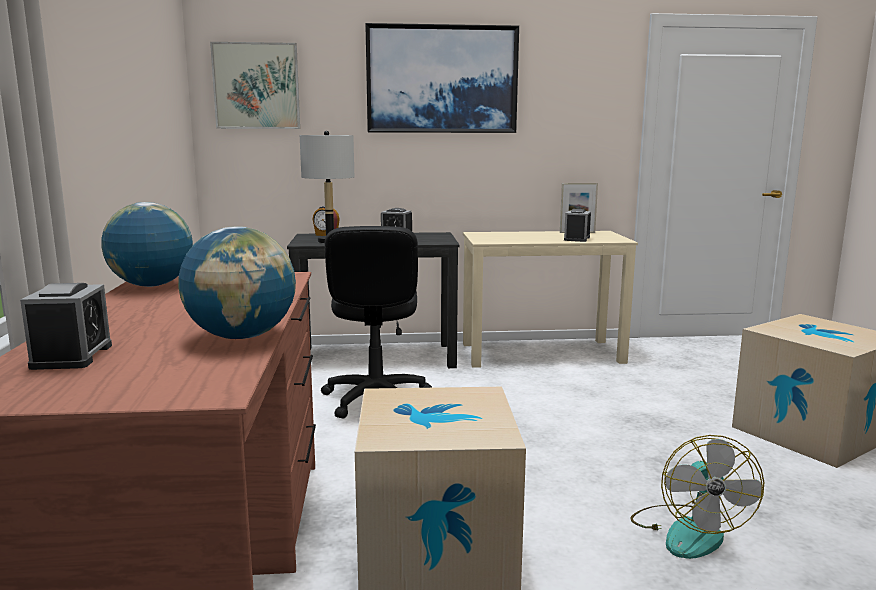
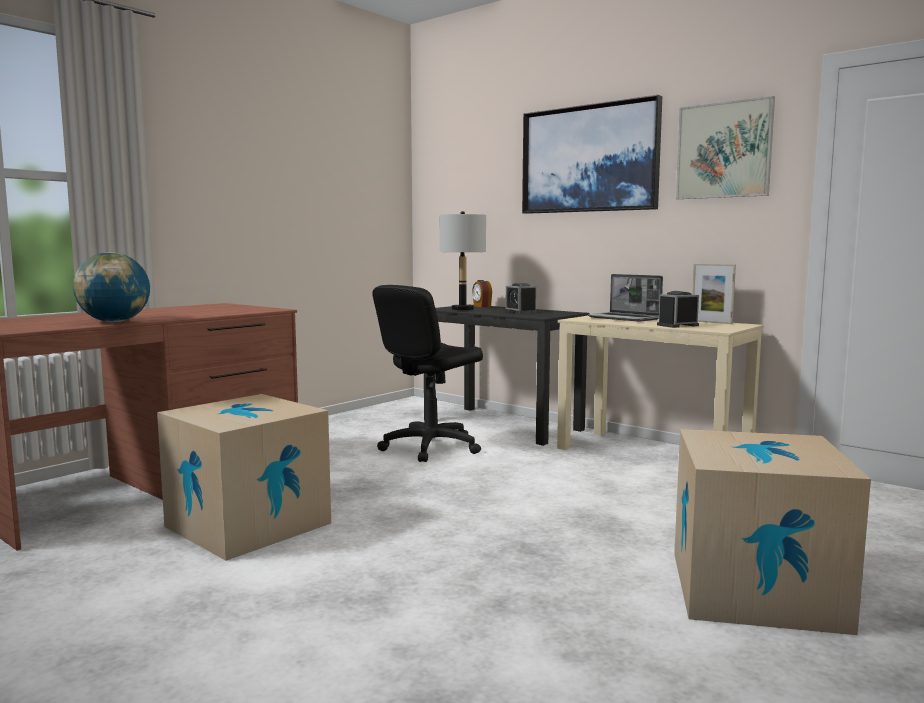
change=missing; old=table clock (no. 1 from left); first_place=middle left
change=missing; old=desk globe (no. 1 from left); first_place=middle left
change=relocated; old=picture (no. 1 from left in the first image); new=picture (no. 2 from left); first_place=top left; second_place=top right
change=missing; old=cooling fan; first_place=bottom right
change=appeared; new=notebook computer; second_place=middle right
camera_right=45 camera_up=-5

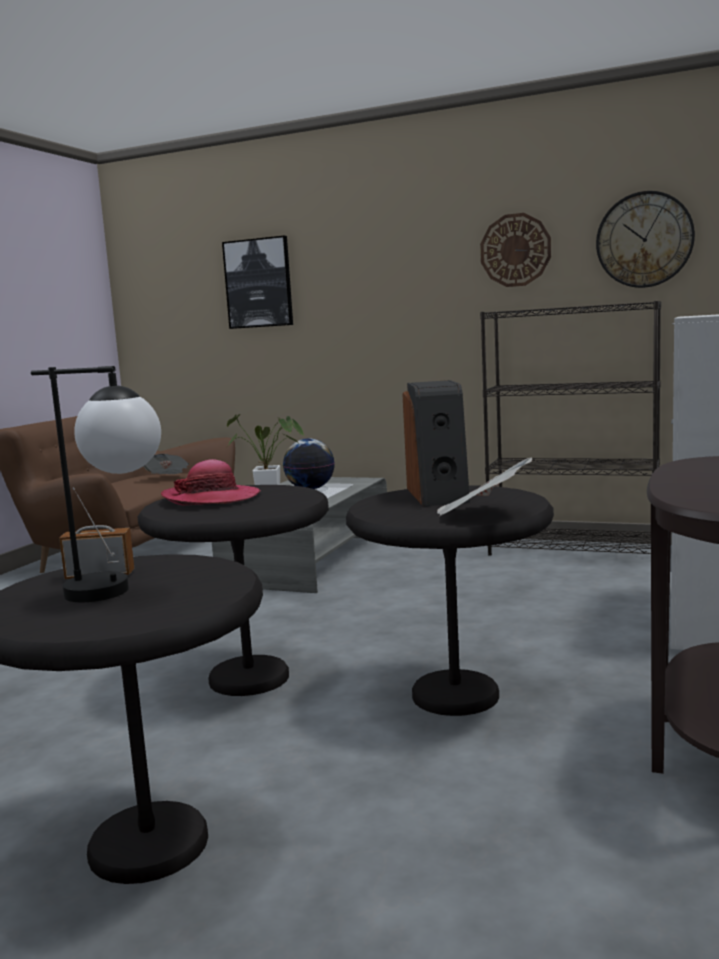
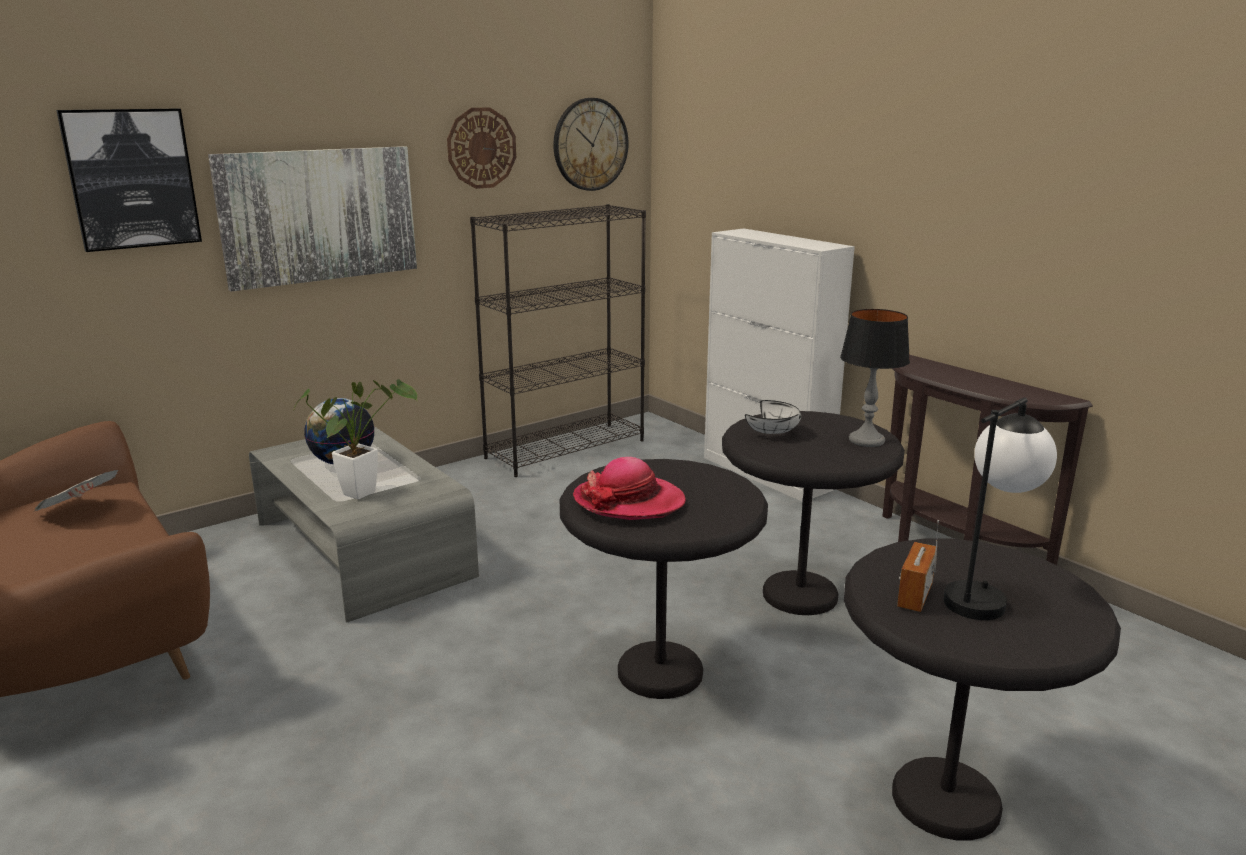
change=exchanged; old=loudspeaker; new=white-coloured serving bowl; first_place=centre; second_place=centre
change=exchanged; old=newspaper (no. 2 from left); new=lamp for a table (no. 1 from left); first_place=middle right; second_place=middle right
change=appeared; new=picture (no. 2 from left); second_place=top left
camera_right=-60 camera_up=10

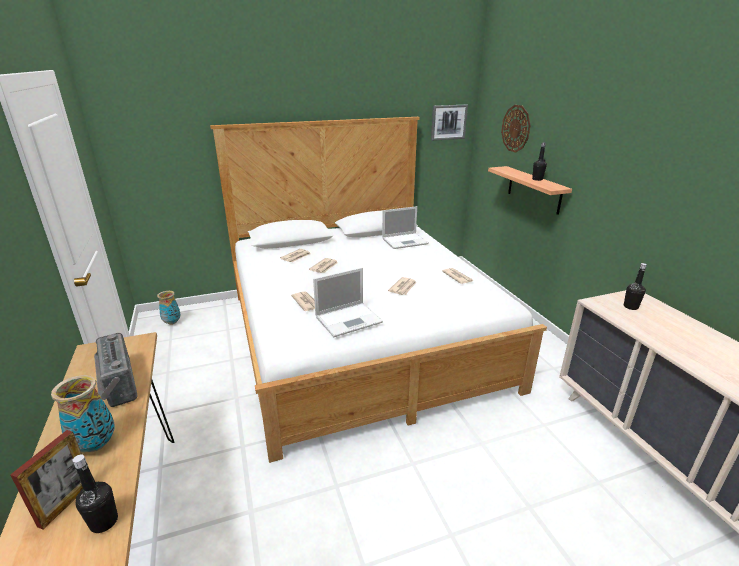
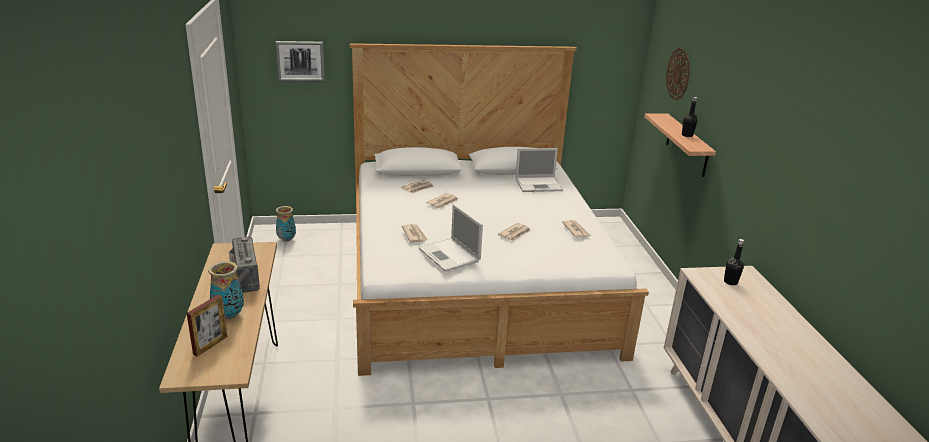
change=missing; old=blackish bottle (no. 1 from left); first_place=bottom left
change=spun; old=notebook computer (no. 1 from left); first_place=centre; second_place=centre; degrees=75
change=relocated; old=picture; first_place=top centre; second_place=top left
camera_right=10 camera_up=0

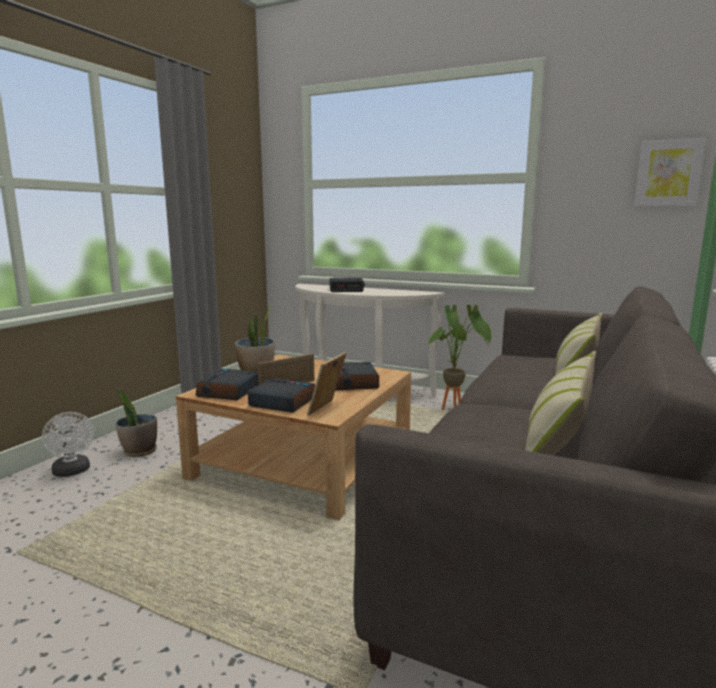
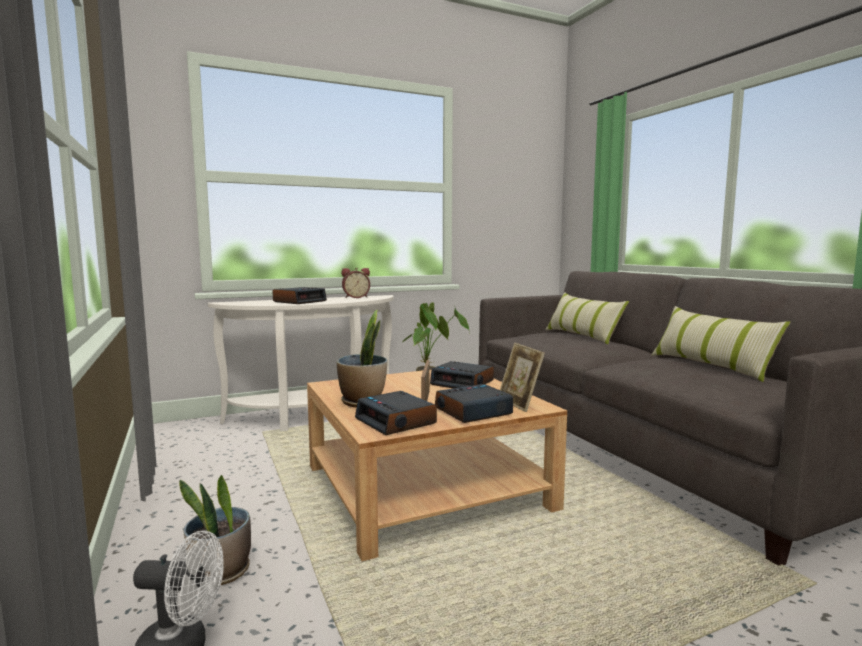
change=missing; old=picture; first_place=top right
change=appeared; new=table clock (no. 2 from left); second_place=centre
camera_right=-50 camera_up=-5

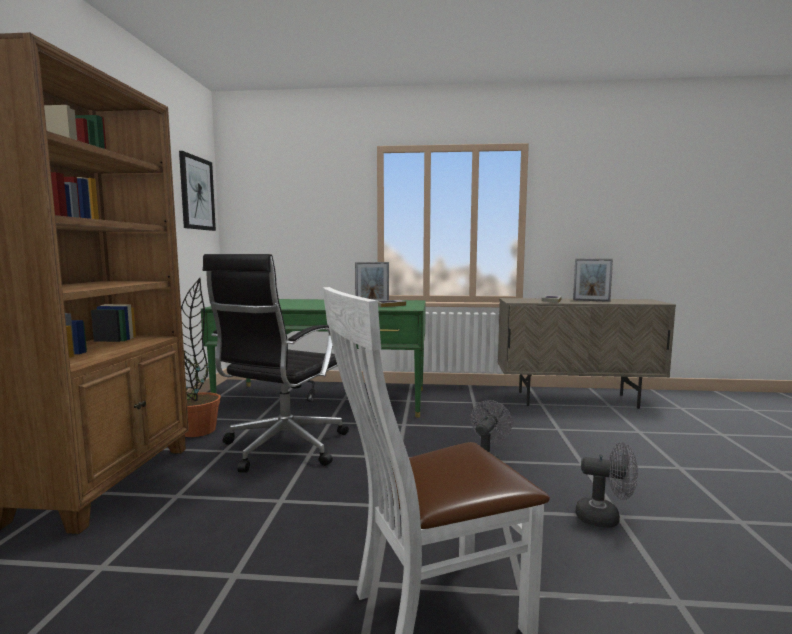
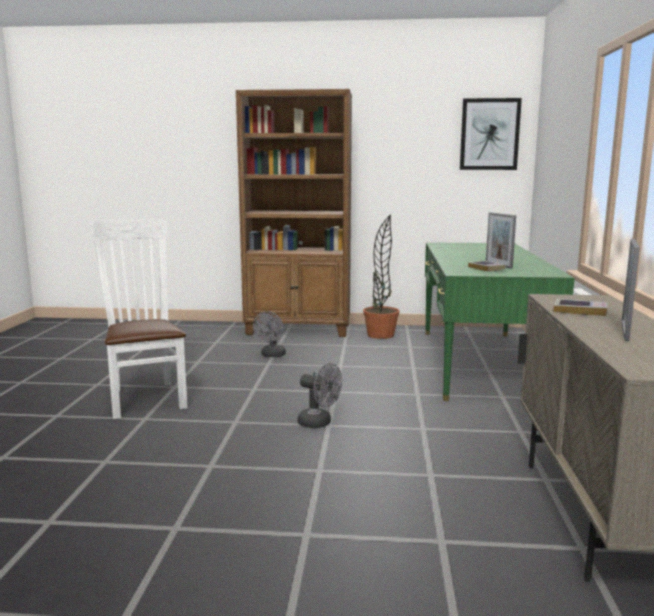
change=missing; old=blackish office chair; first_place=centre
change=relocated; old=gray cooling fan (no. 2 from left in the first image); new=gray cooling fan (no. 1 from left); first_place=bottom right; second_place=centre
camera_right=90 camera_up=5

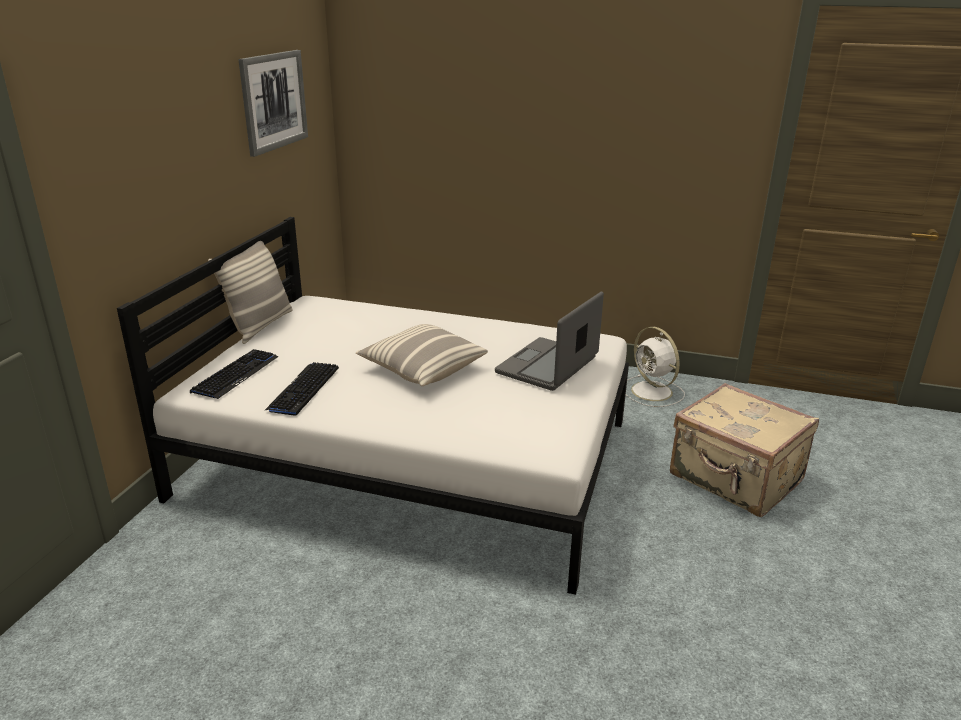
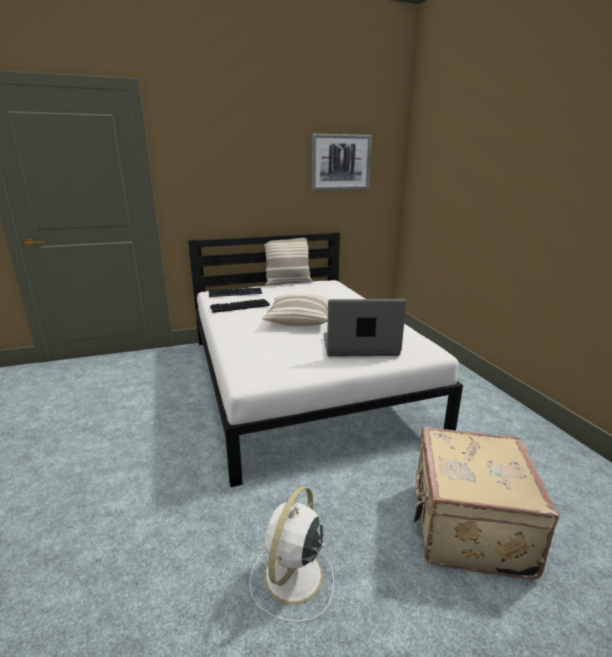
change=relocated; old=white-coloured cooling fan; first_place=middle right; second_place=bottom centre
camera_right=55 camera_up=-5

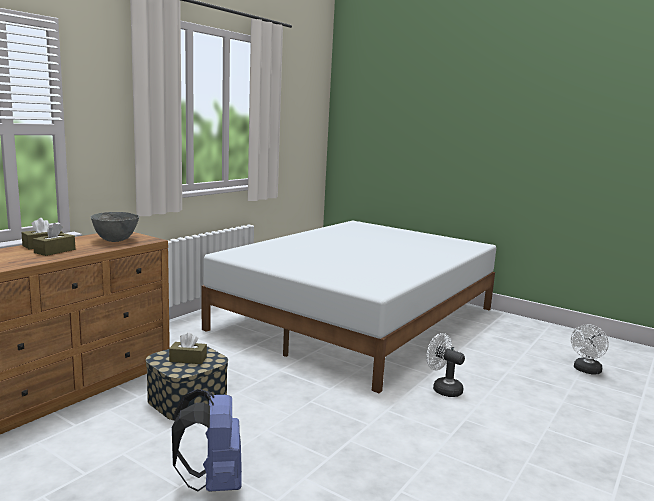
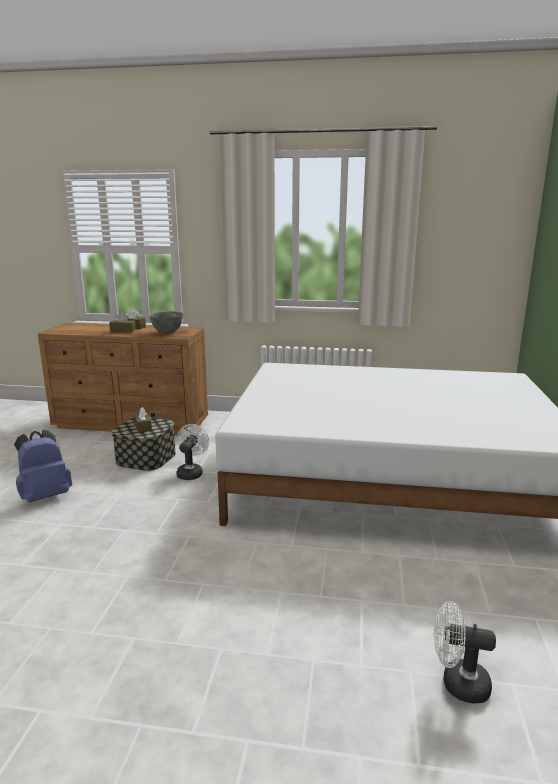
change=relocated; old=white-coloured cooling fan (no. 1 from left); first_place=bottom right; second_place=centre
camera_right=65 camera_up=5

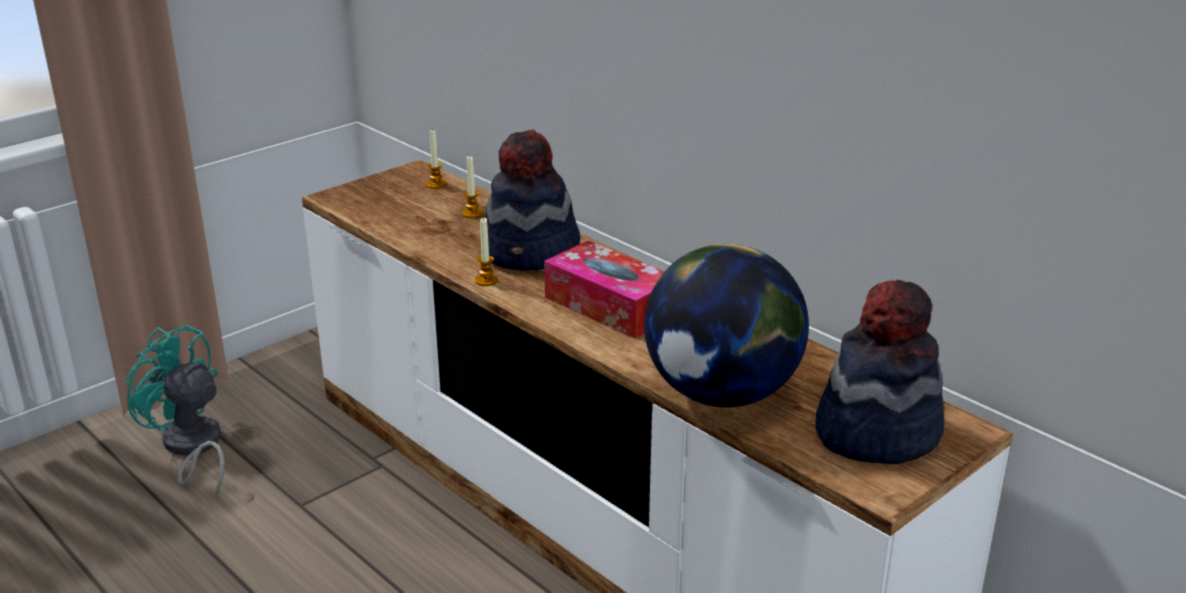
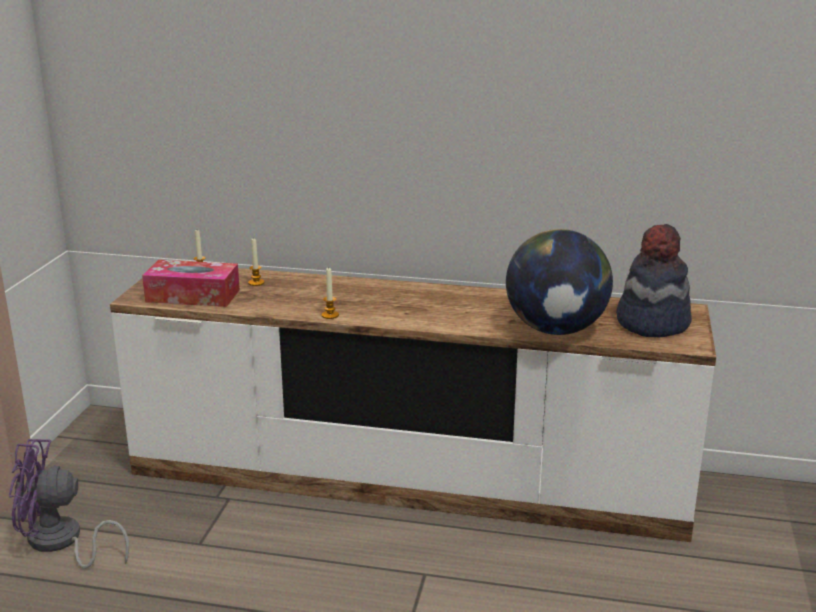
change=colour; old=turquoise-coloured cooling fan; new=purple-coloured cooling fan; first_place=bottom left; second_place=bottom left
change=missing; old=wearable hat (no. 1 from left); first_place=centre
change=relocated; old=tissue box; first_place=centre; second_place=middle left
camera_right=-35 camera_up=-5

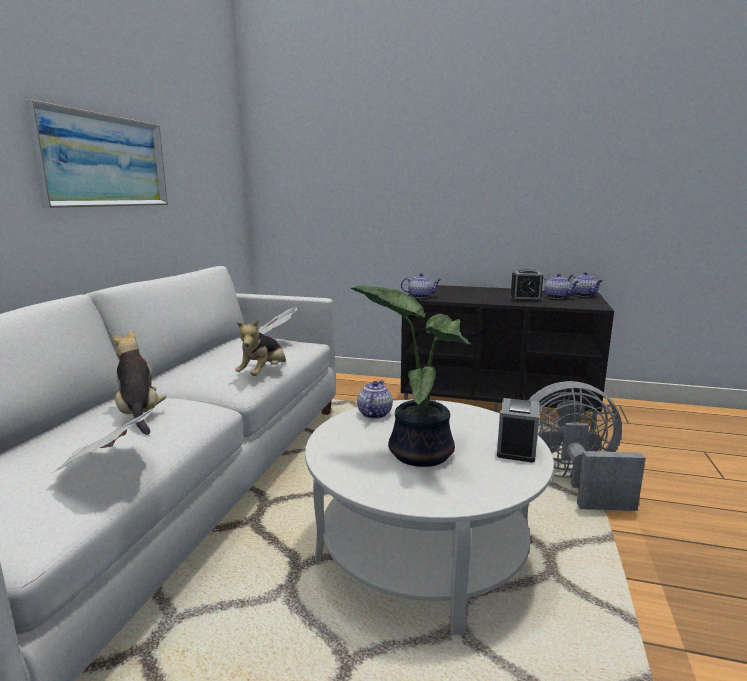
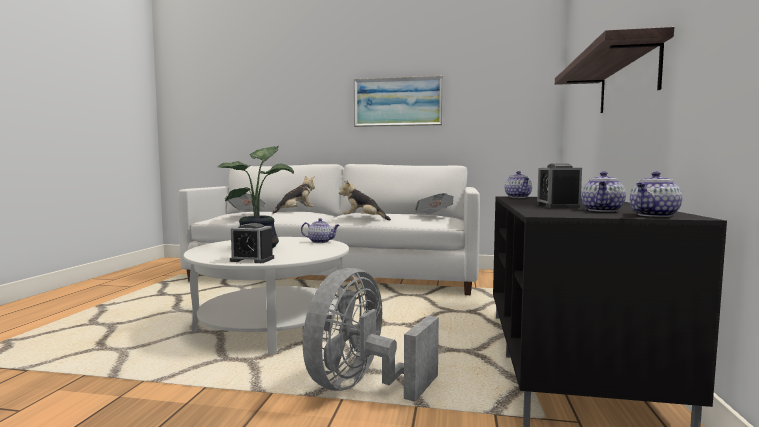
change=spun; old=gray cooling fan; first_place=middle right; second_place=bottom centre; degrees=-150
change=appeared; new=shelf; second_place=top right
camera_right=85 camera_up=-10

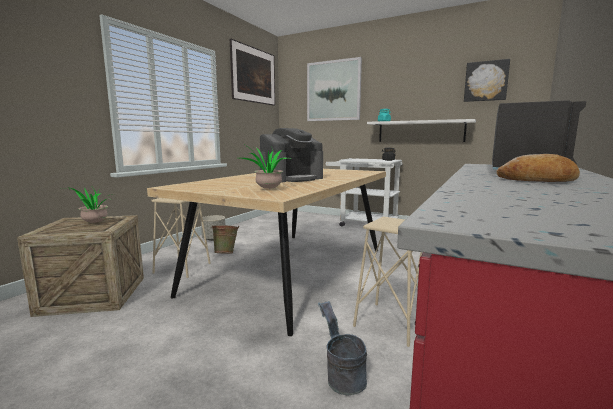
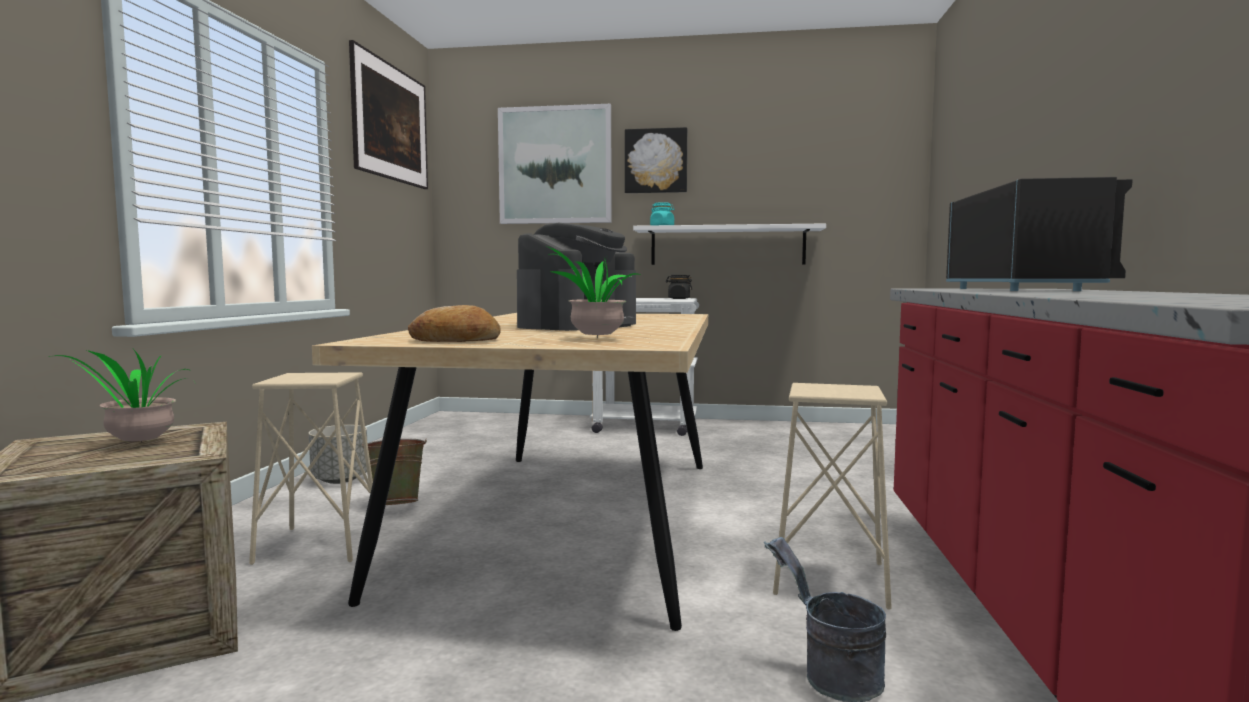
change=relocated; old=picture (no. 3 from left); first_place=top right; second_place=top centre
change=relocated; old=baked bread; first_place=middle right; second_place=centre
camera_right=-20 camera_up=-5

